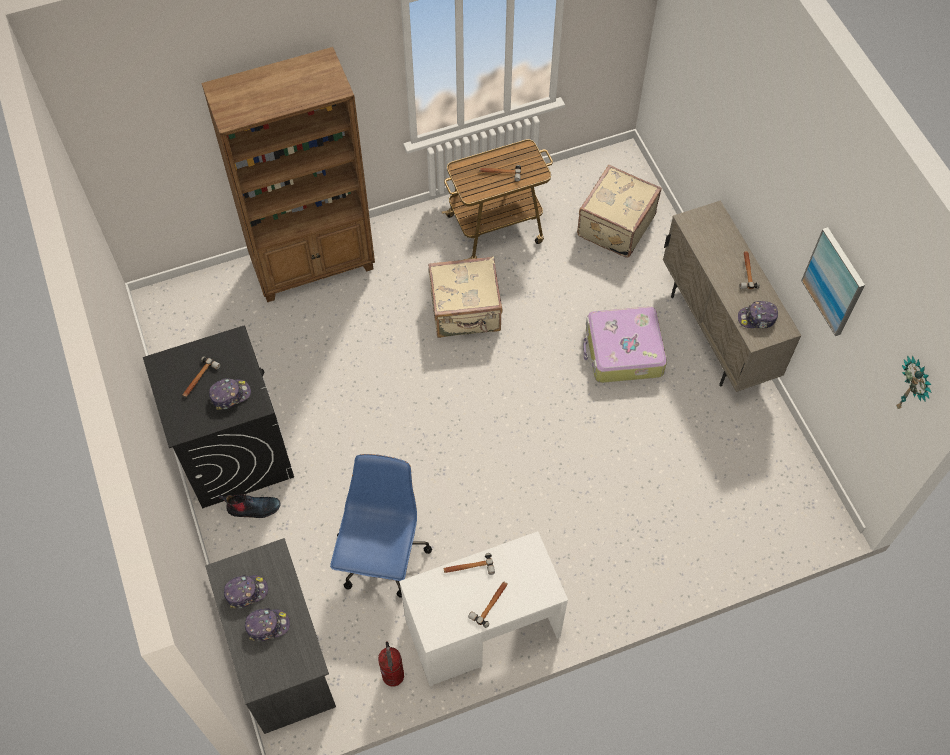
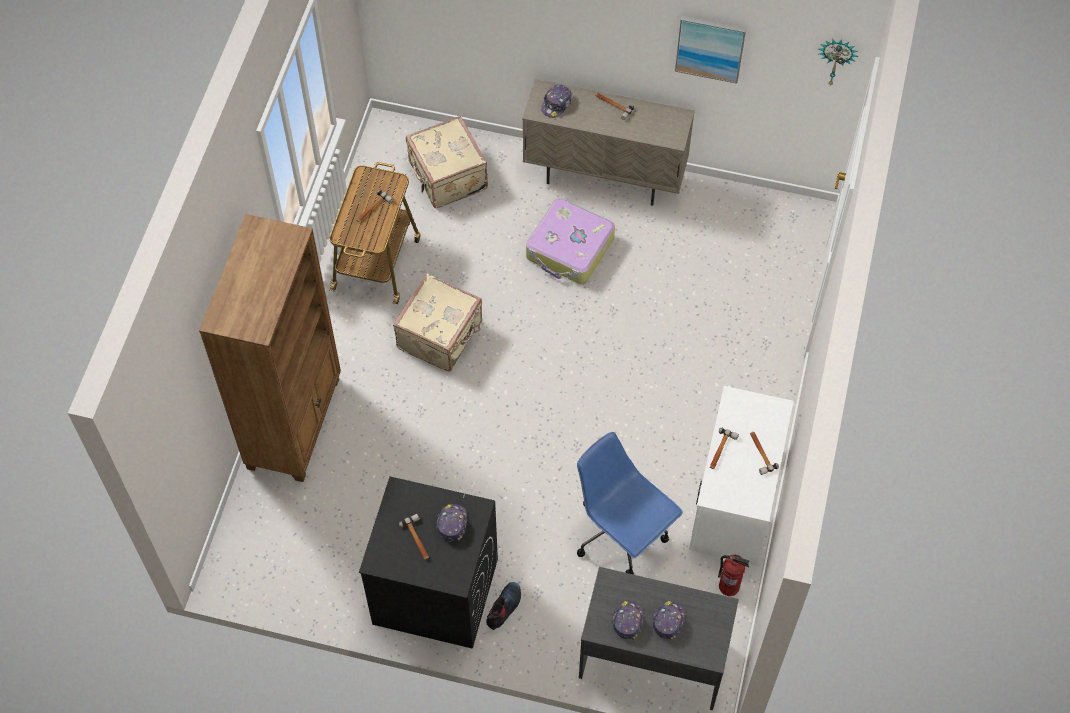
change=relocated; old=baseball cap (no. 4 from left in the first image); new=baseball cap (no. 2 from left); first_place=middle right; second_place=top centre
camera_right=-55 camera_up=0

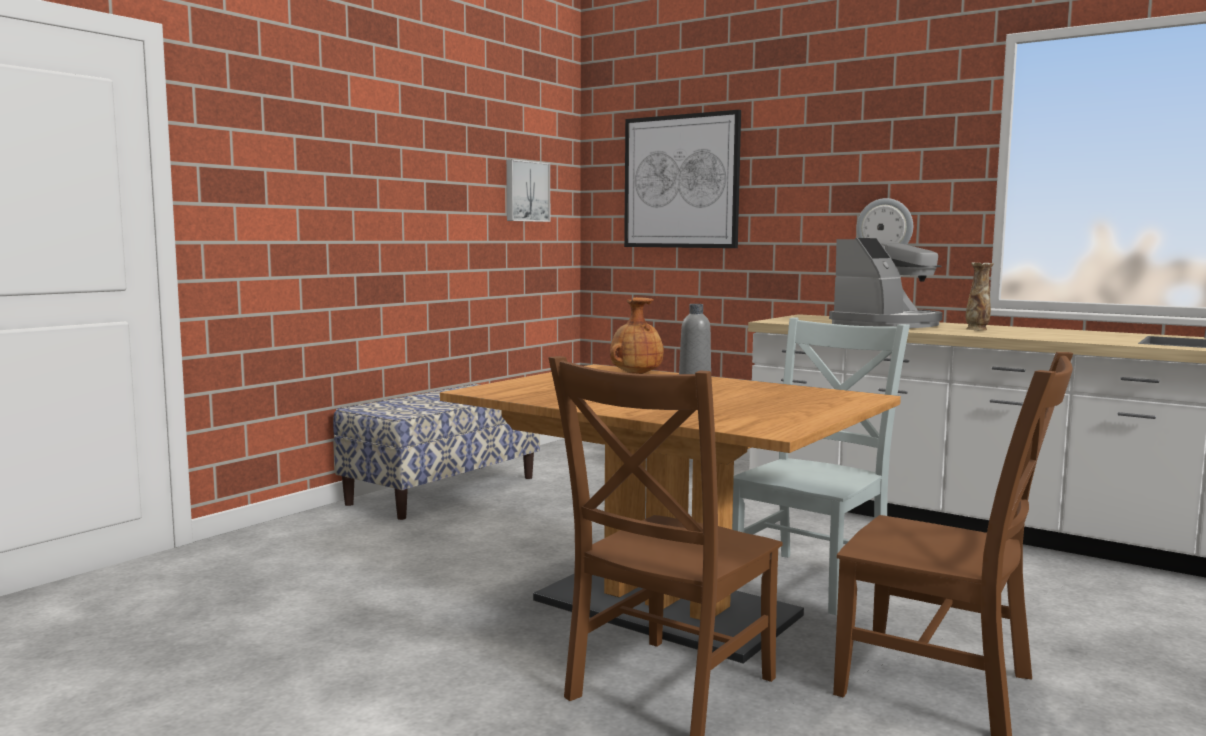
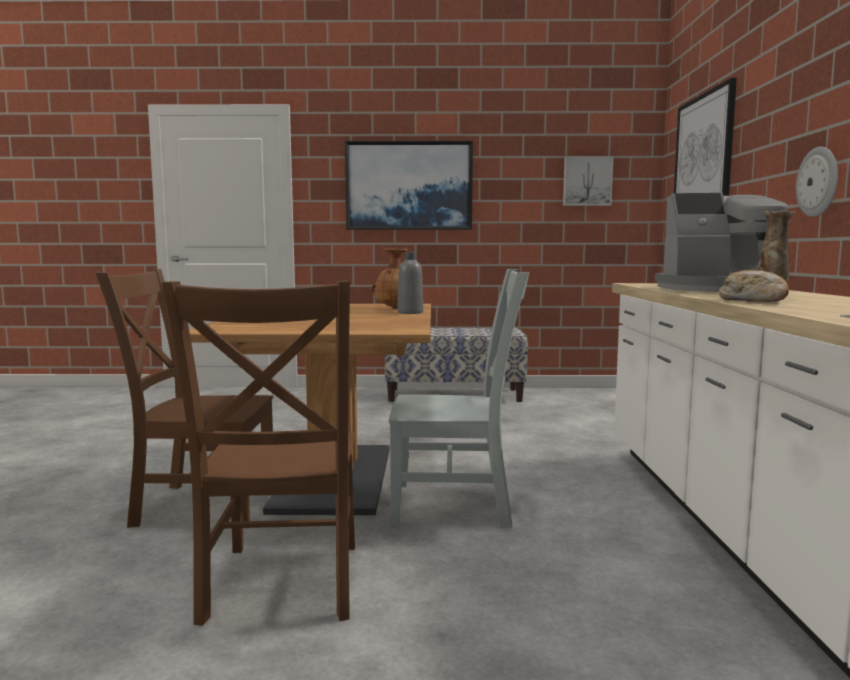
change=appeared; new=picture (no. 1 from left); second_place=top centre
change=appeared; new=baked bread; second_place=middle right
camera_right=55 camera_up=0

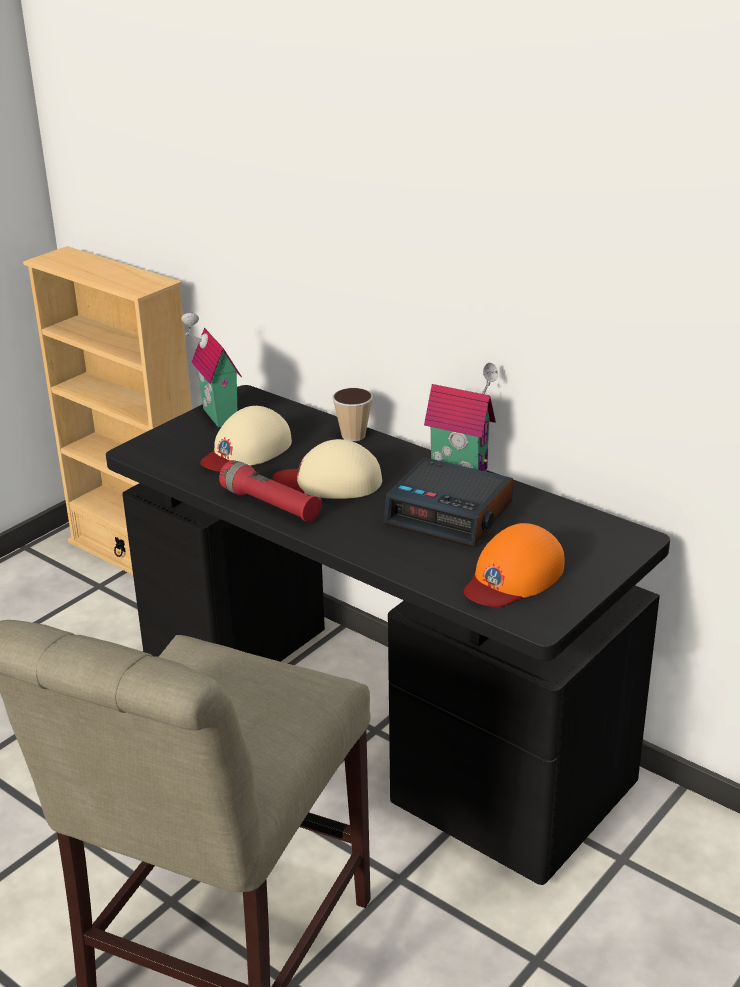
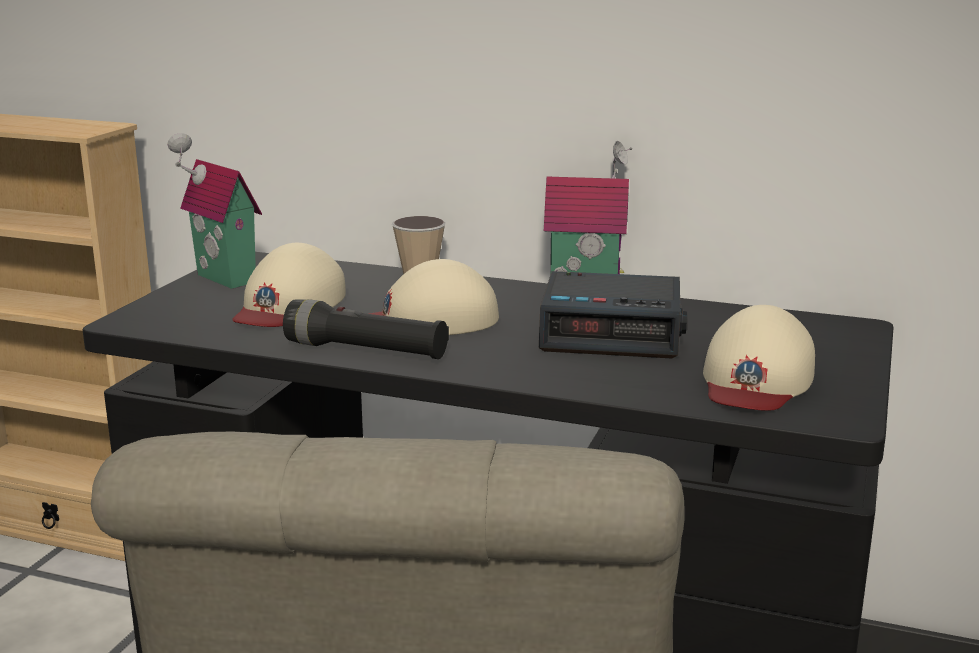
change=colour; old=red-coloured torch; new=blackish torch; first_place=centre; second_place=centre
change=colour; old=orange-coloured baseball cap; new=beige baseball cap (no. 3 from left); first_place=middle right; second_place=middle right
camera_right=-20 camera_up=-10

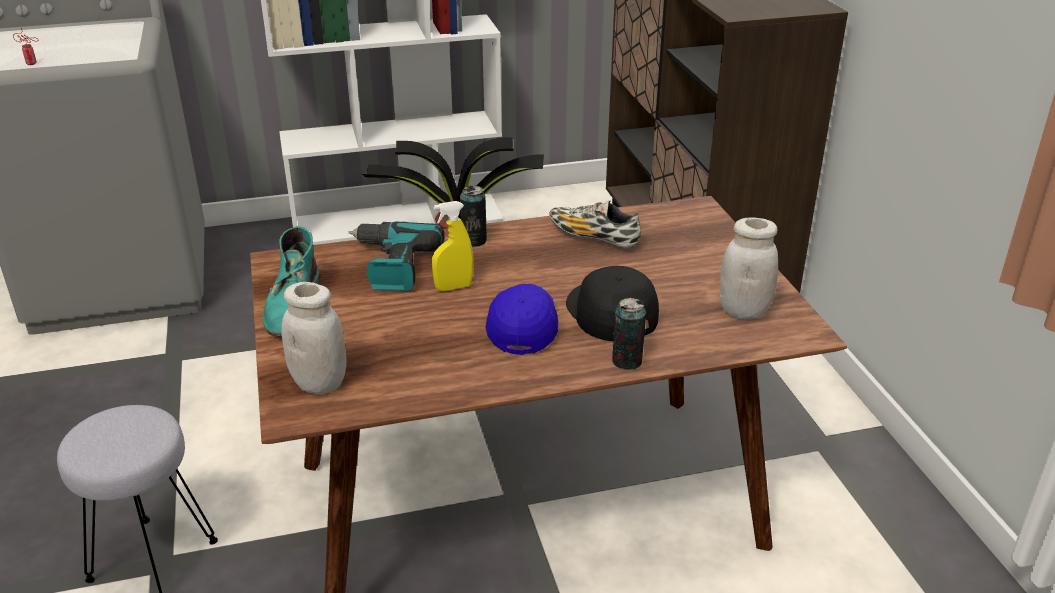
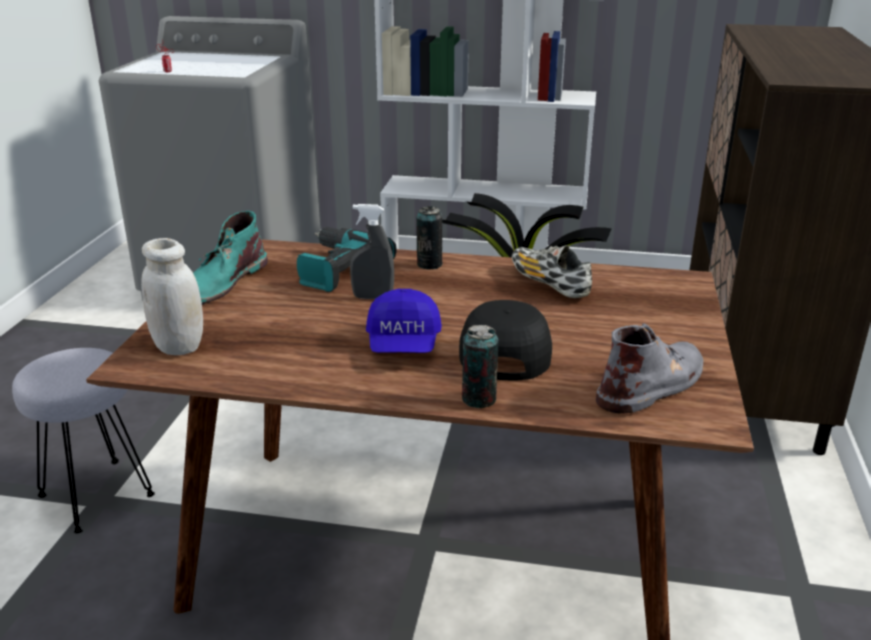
change=colour; old=yellow-coloured sprayer; new=gray sprayer; first_place=centre; second_place=centre
change=spun; old=bluish baseball cap; first_place=centre; second_place=centre; degrees=150
change=exchanged; old=white-coloured storage jar (no. 2 from left); new=gray boot; first_place=middle right; second_place=middle right
camera_right=25 camera_up=-5

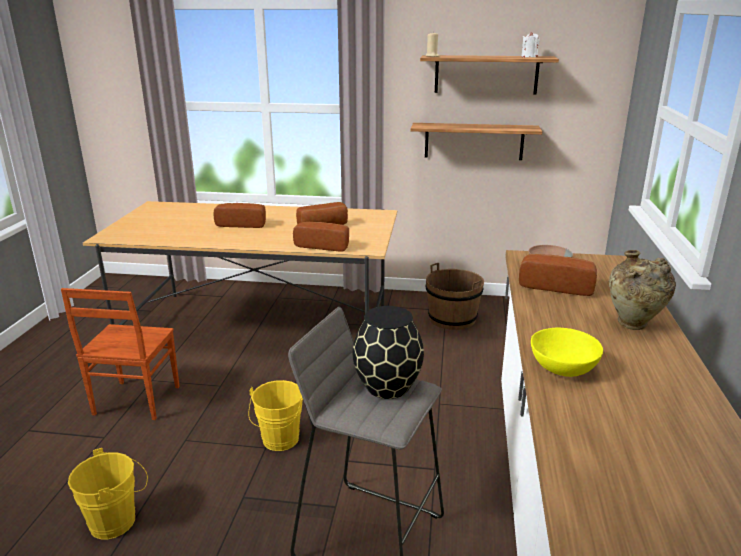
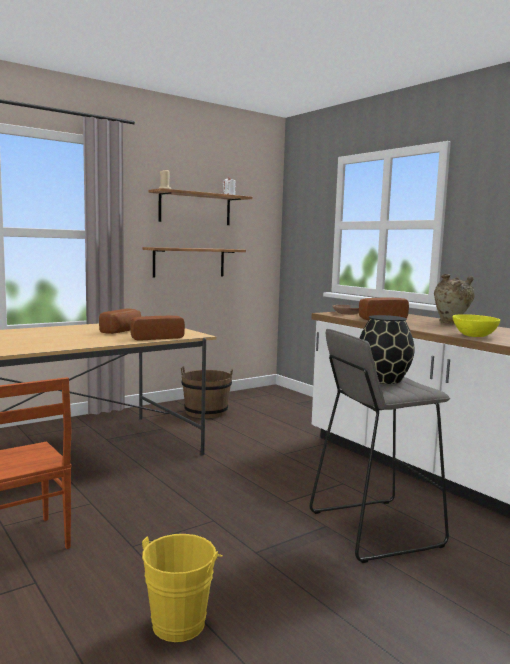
change=missing; old=baked bread (no. 1 from left); first_place=middle left
change=missing; old=yellow-coloured bucket (no. 2 from left); first_place=bottom centre
camera_right=-45 camera_up=-15

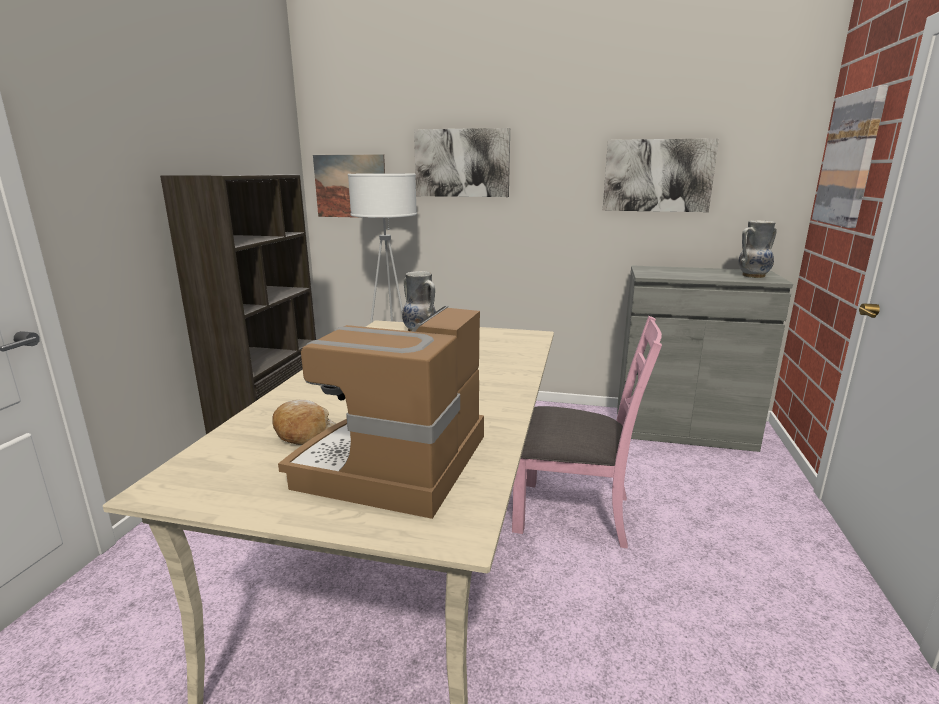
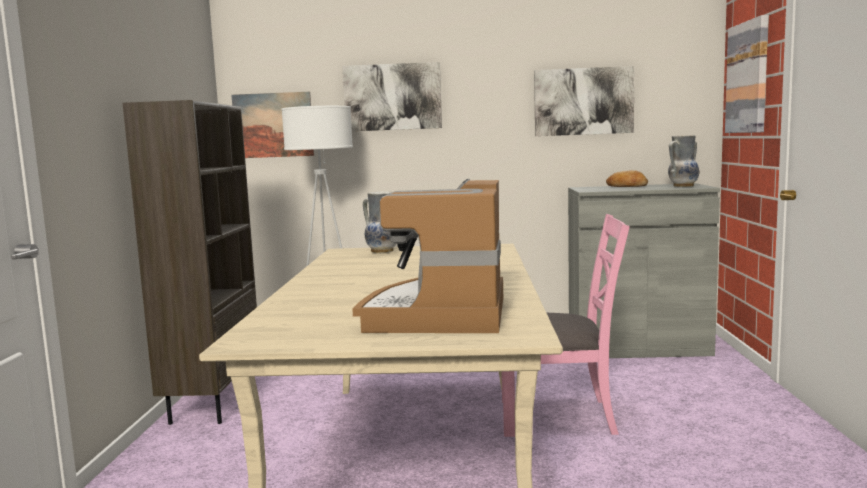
change=relocated; old=baked bread; first_place=middle left; second_place=middle right
camera_right=-10 camera_up=-10

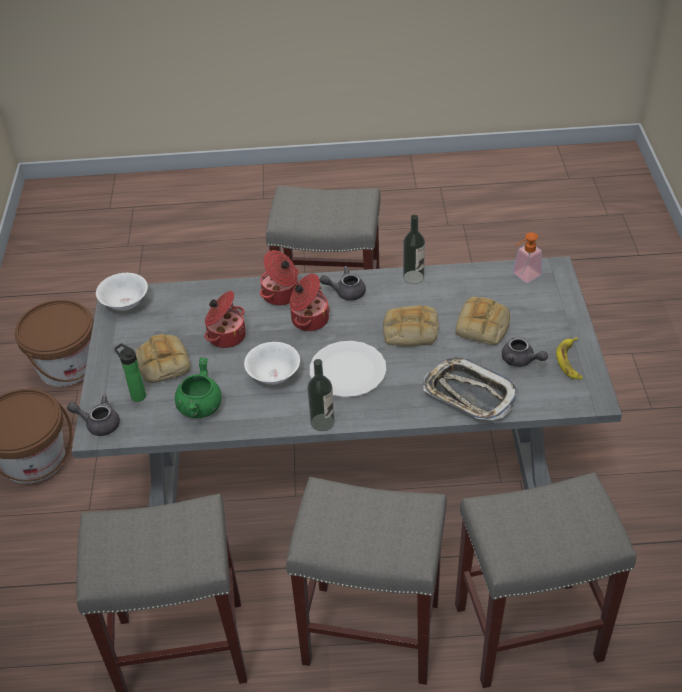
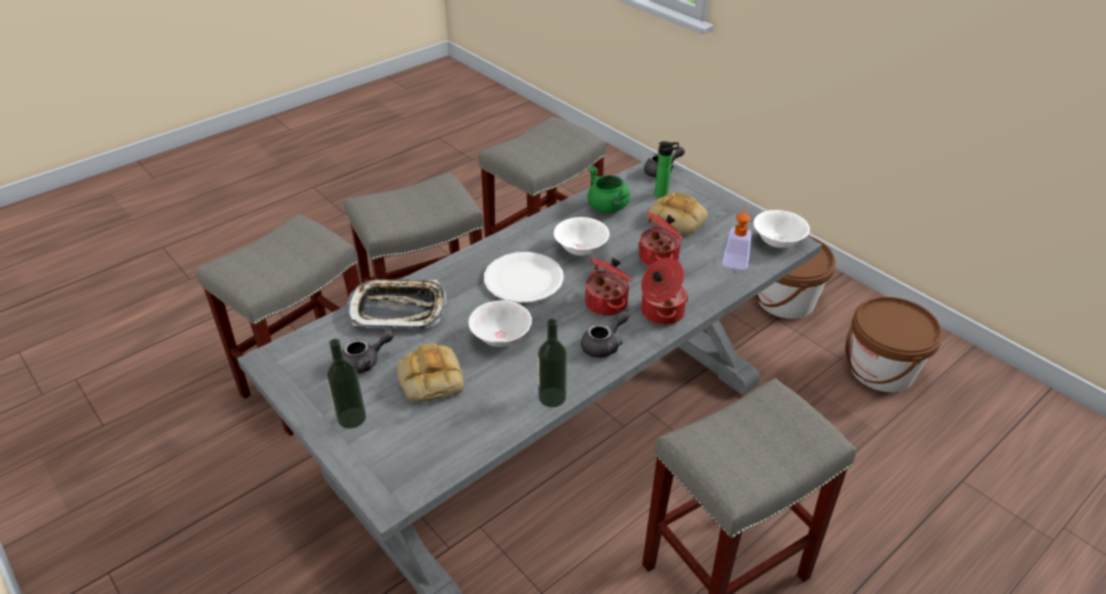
change=relocated; old=bottle (no. 2 from left in the first image); new=bottle (no. 1 from left); first_place=centre; second_place=middle left
change=exchanged; old=baked bread (no. 2 from left); new=white-coloured serving bowl (no. 1 from left); first_place=centre; second_place=centre
change=spun; old=gray teapot (no. 3 from left in the first image); first_place=middle right; second_place=middle left; degrees=150
change=relocated; old=liquid soap bottle; first_place=middle right; second_place=centre
change=missing; old=banana fruit; first_place=middle right
camera_right=140 camera_up=-5

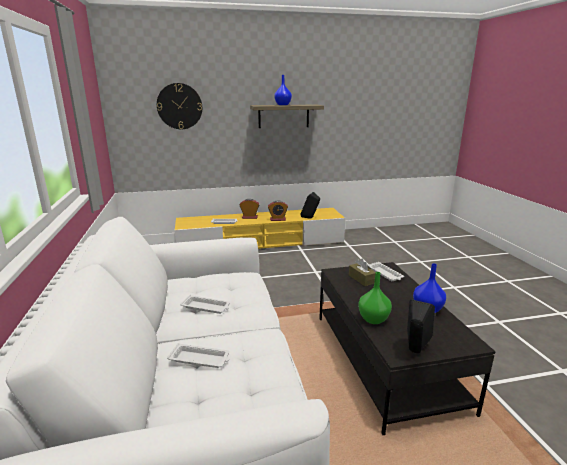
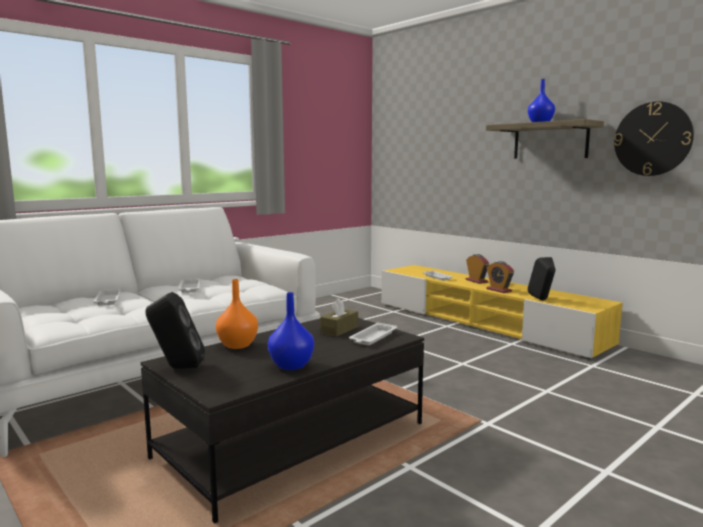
change=relocated; old=clock on the wall; first_place=top left; second_place=top right
change=colour; old=green decorative vase; new=orange-coloured decorative vase; first_place=centre; second_place=centre
camera_right=60 camera_up=-10

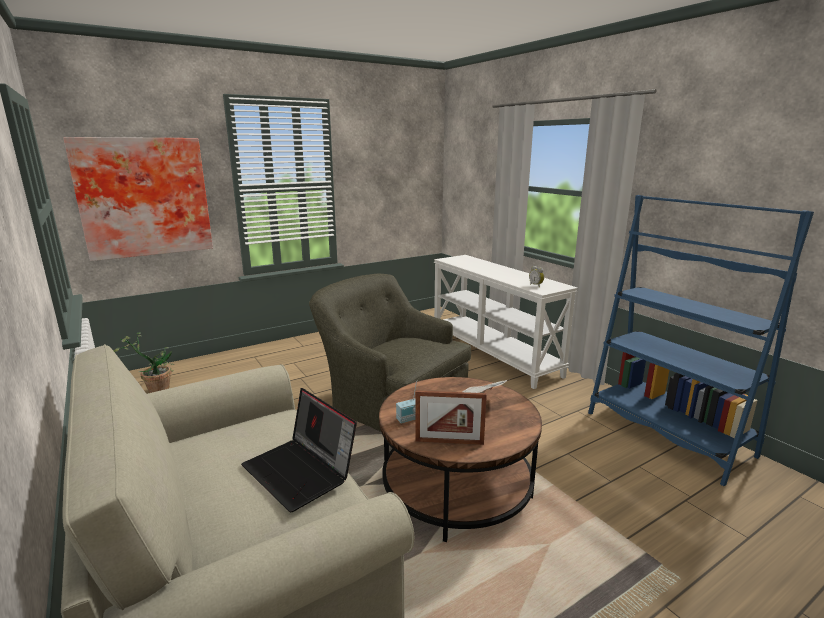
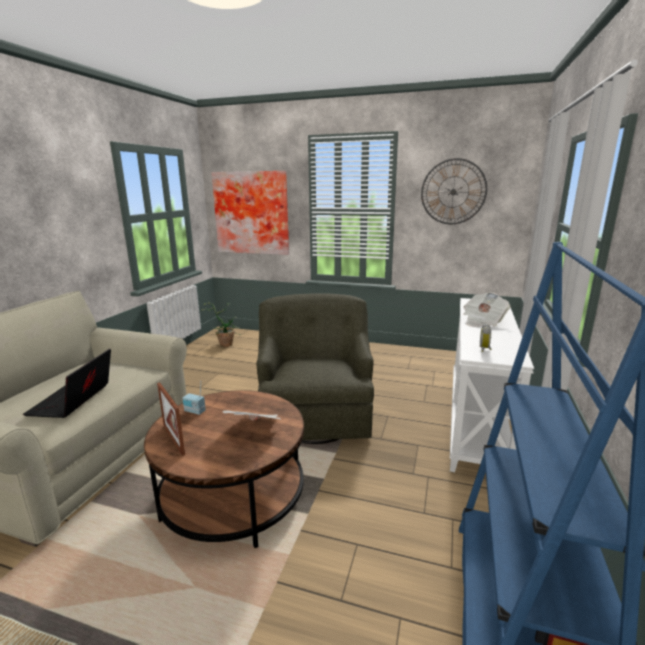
change=appeared; new=clock on the wall; second_place=top right
change=appeared; new=newspaper (no. 2 from left); second_place=middle right
camera_right=50 camera_up=0

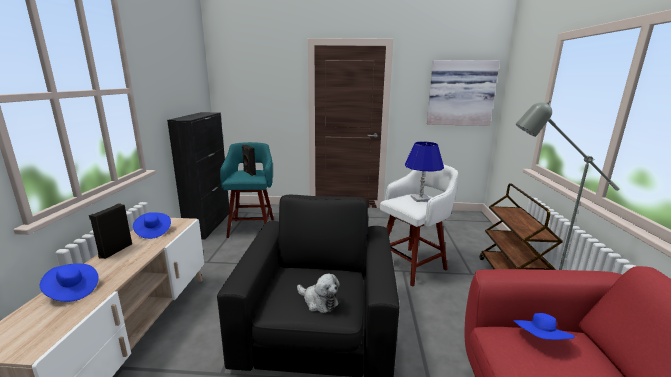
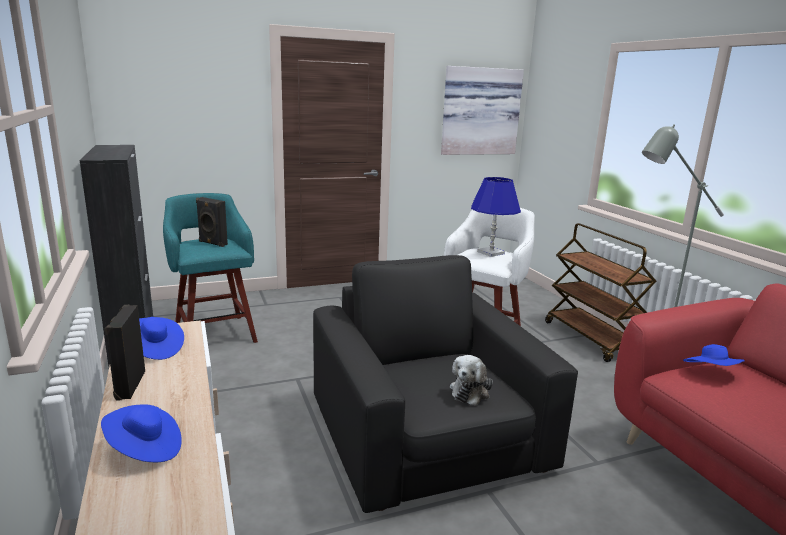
change=spun; old=plush toy; first_place=bottom centre; second_place=bottom centre; degrees=105
camera_right=-25 camera_up=0

